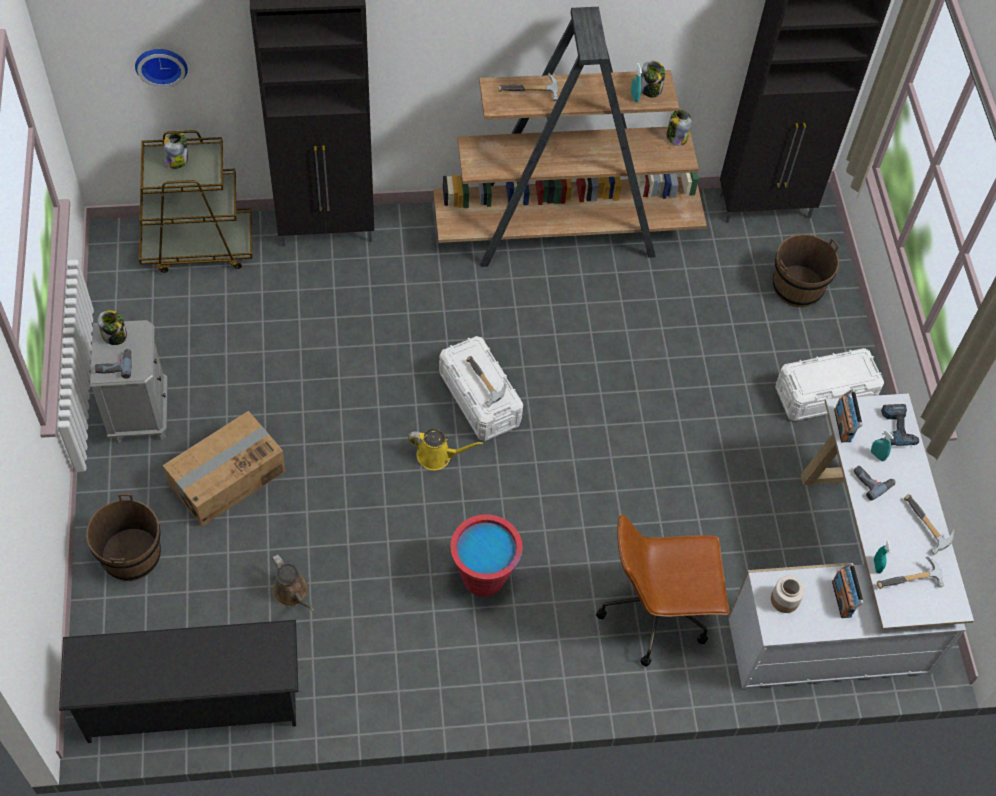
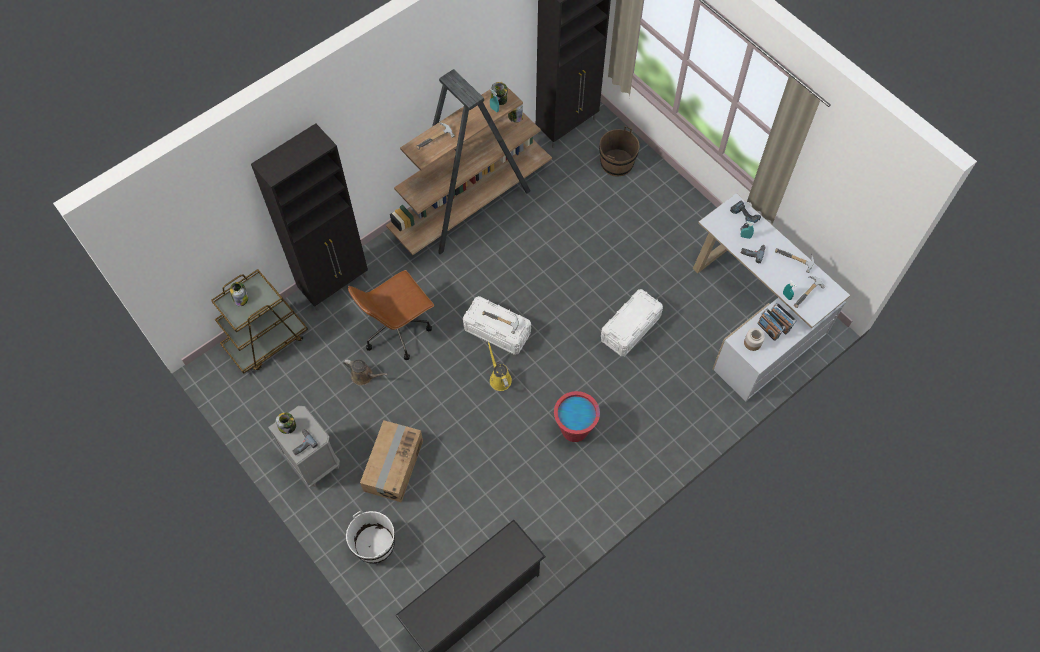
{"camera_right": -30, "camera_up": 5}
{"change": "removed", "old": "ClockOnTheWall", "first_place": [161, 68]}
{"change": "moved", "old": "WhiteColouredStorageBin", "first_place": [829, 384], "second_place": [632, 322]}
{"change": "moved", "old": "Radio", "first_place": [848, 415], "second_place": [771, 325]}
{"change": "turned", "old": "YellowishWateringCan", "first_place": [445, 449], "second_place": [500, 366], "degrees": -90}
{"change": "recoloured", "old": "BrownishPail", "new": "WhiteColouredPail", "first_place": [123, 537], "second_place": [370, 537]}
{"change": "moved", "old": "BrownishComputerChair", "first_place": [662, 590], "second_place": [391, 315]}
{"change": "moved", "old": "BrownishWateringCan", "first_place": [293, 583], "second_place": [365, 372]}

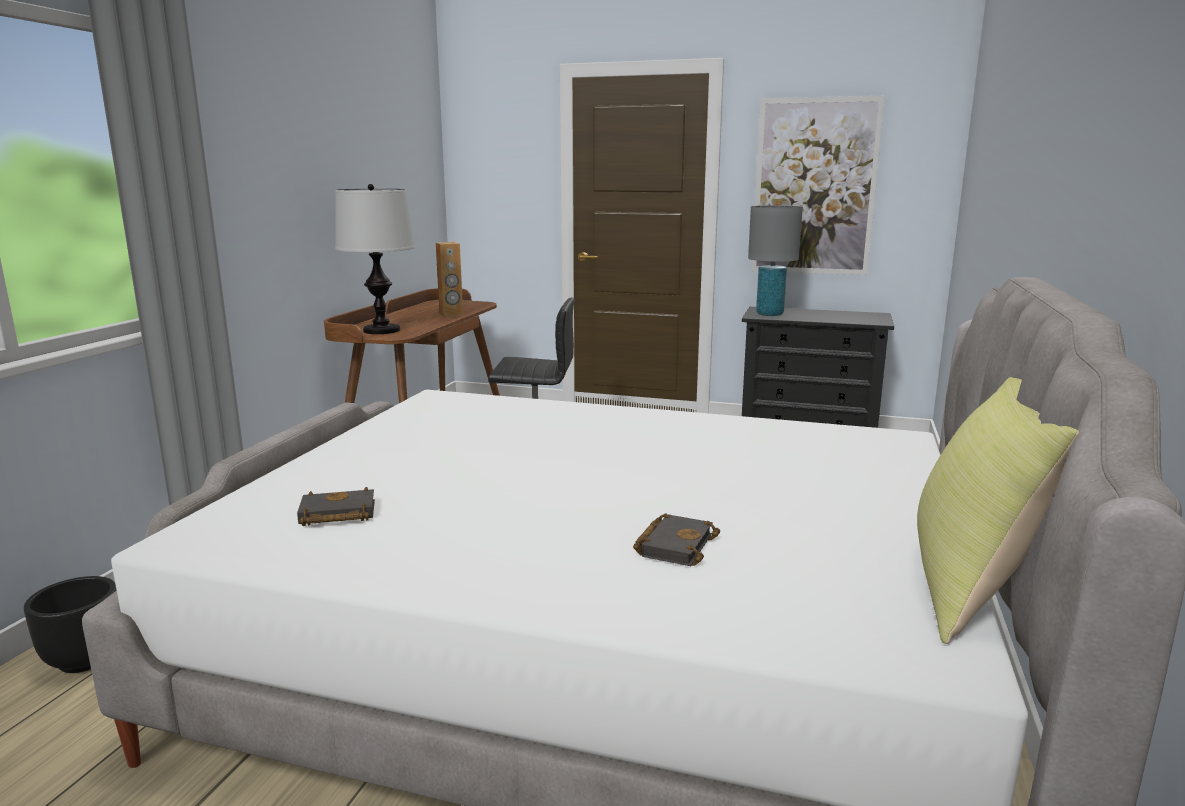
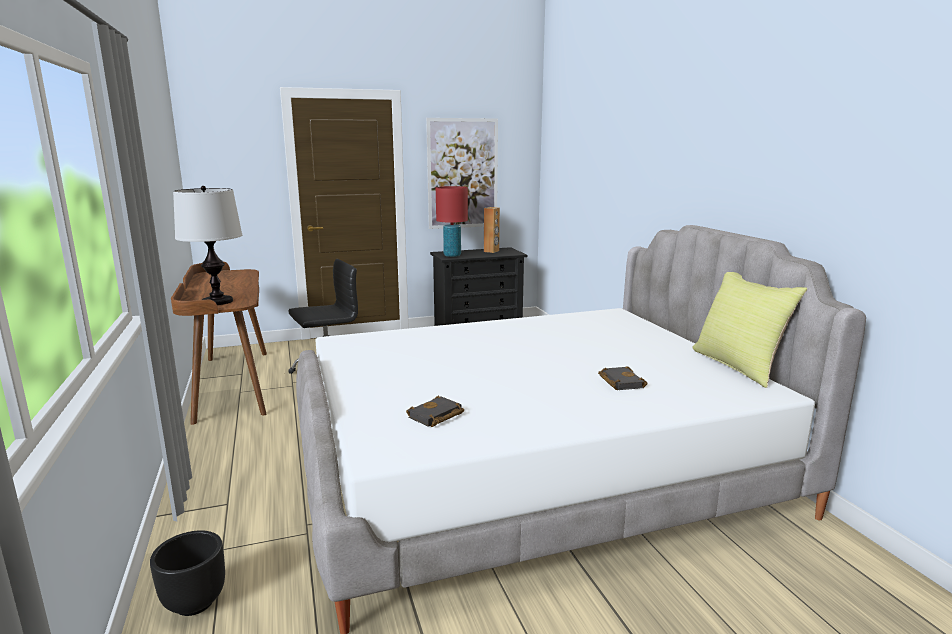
{"camera_right": -35, "camera_up": 0}
{"change": "recoloured", "old": "GreyishLampForATable", "new": "RedColouredLampForATable", "first_place": [775, 260], "second_place": [452, 221]}
{"change": "moved", "old": "BrownishAudioSpeaker", "first_place": [449, 279], "second_place": [492, 230]}

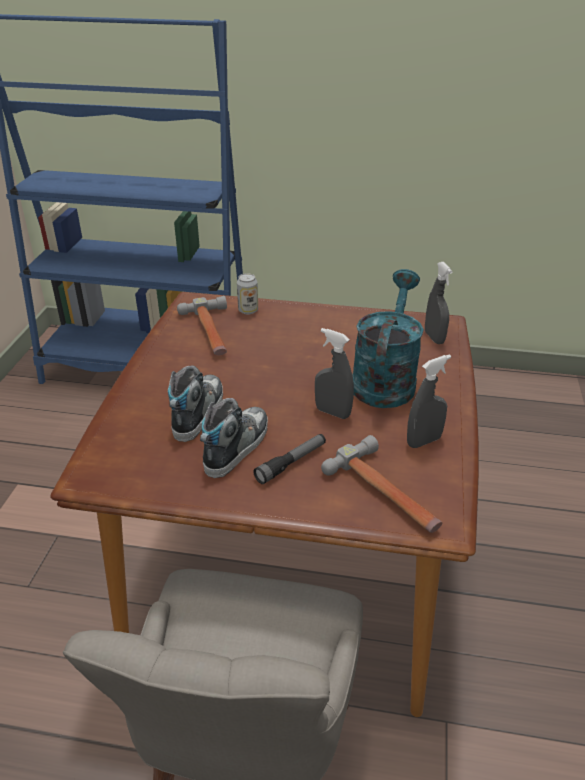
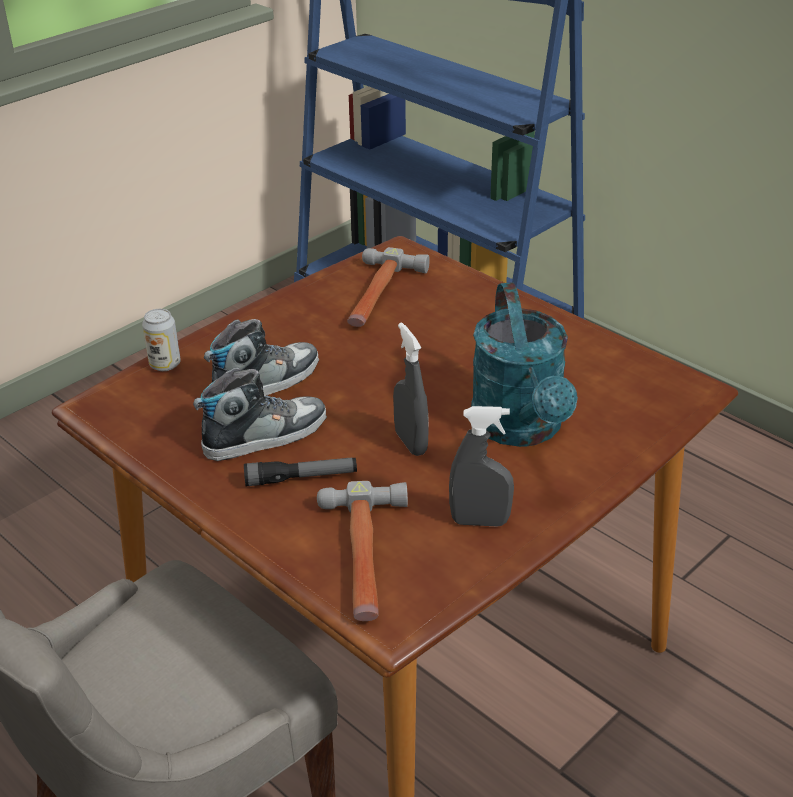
{"camera_right": 35, "camera_up": 0}
{"change": "removed", "old": "GreyishSprayBottle", "first_place": [439, 303]}
{"change": "turned", "old": "TurquoiseWateringCan", "first_place": [388, 338], "second_place": [524, 364], "degrees": 120}
{"change": "moved", "old": "Can", "first_place": [247, 294], "second_place": [161, 340]}

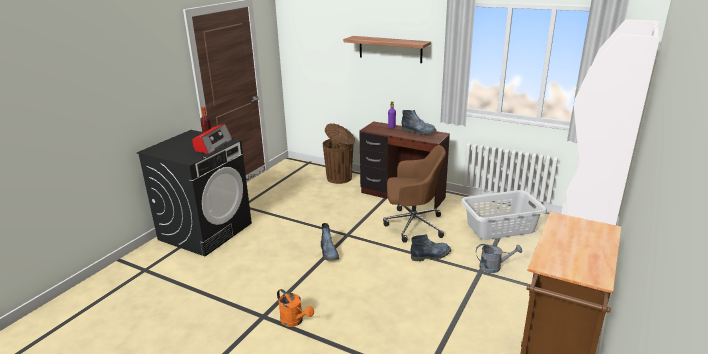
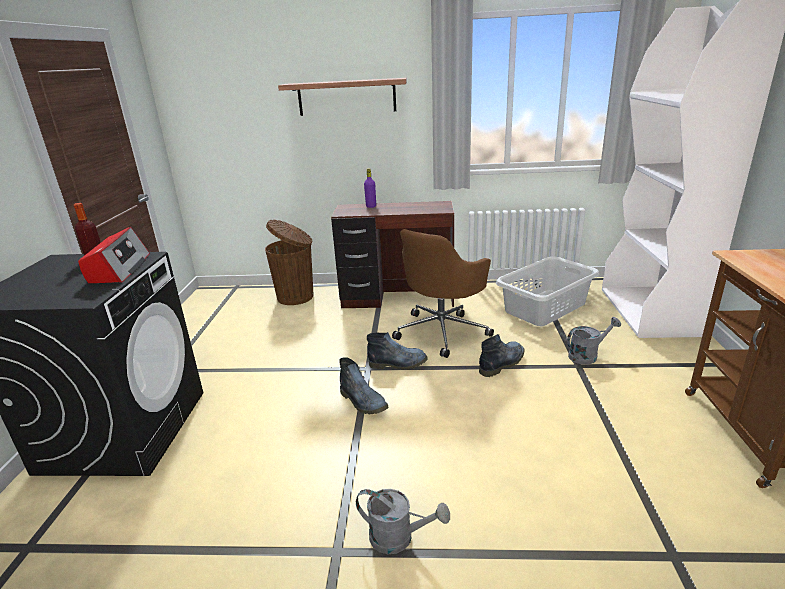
{"camera_right": -25, "camera_up": 0}
{"change": "moved", "old": "HighTopBoot", "first_place": [419, 122], "second_place": [397, 351]}
{"change": "turned", "old": "BrownishComputerChair", "first_place": [414, 194], "second_place": [443, 293], "degrees": 150}
{"change": "recoloured", "old": "OrangeWateringCan", "new": "GreyishWateringCan", "first_place": [295, 308], "second_place": [403, 521]}

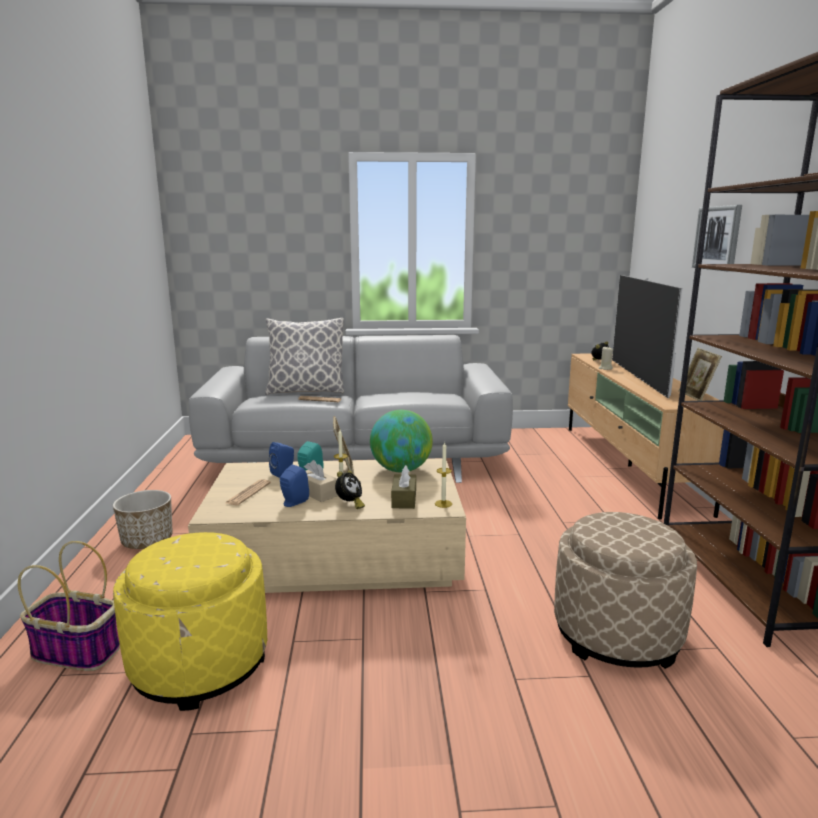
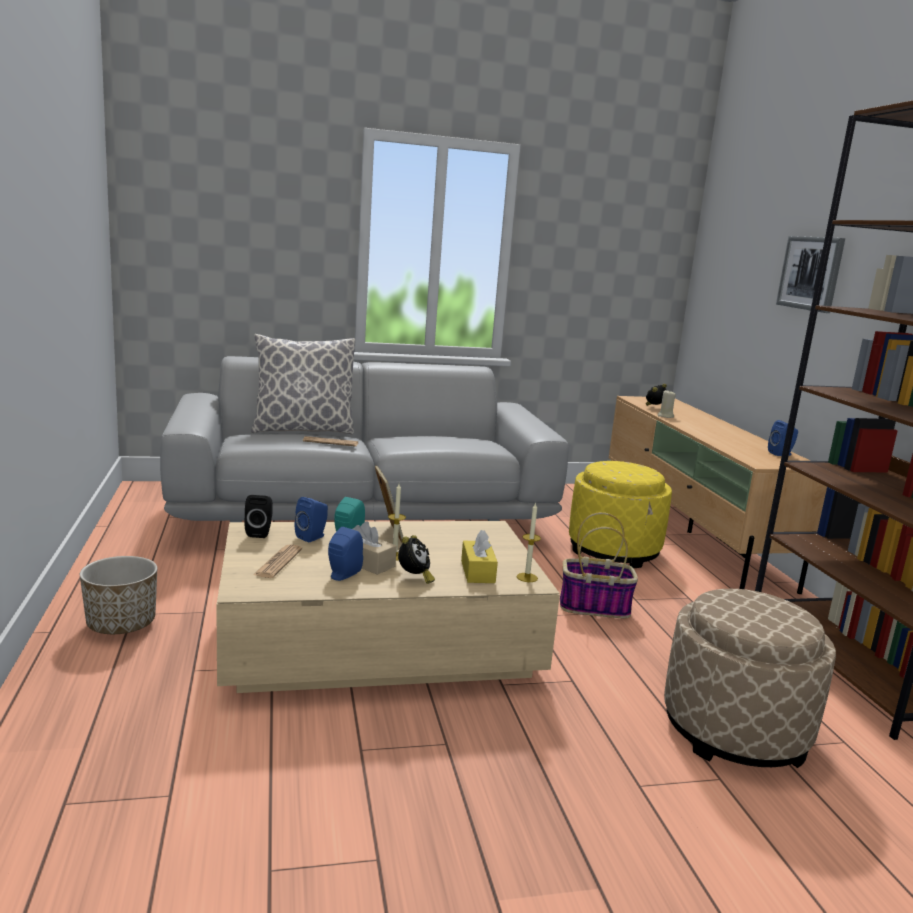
{"camera_right": -10, "camera_up": 0}
{"change": "removed", "old": "Tv", "first_place": [647, 336]}
{"change": "replaced", "old": "StandingFrame", "new": "BlueAudioSpeaker", "first_place": [700, 374], "second_place": [783, 438]}
{"change": "removed", "old": "WorldGlobe", "first_place": [401, 441]}
{"change": "recoloured", "old": "BrownishTissueBox", "new": "YellowishTissueBox", "first_place": [403, 487], "second_place": [479, 556]}
{"change": "moved", "old": "YellowishOttoman", "first_place": [190, 621], "second_place": [620, 514]}
{"change": "moved", "old": "Basket", "first_place": [69, 606], "second_place": [599, 565]}
{"change": "added", "new": "BlackishAudioSpeaker", "second_place": [258, 516]}

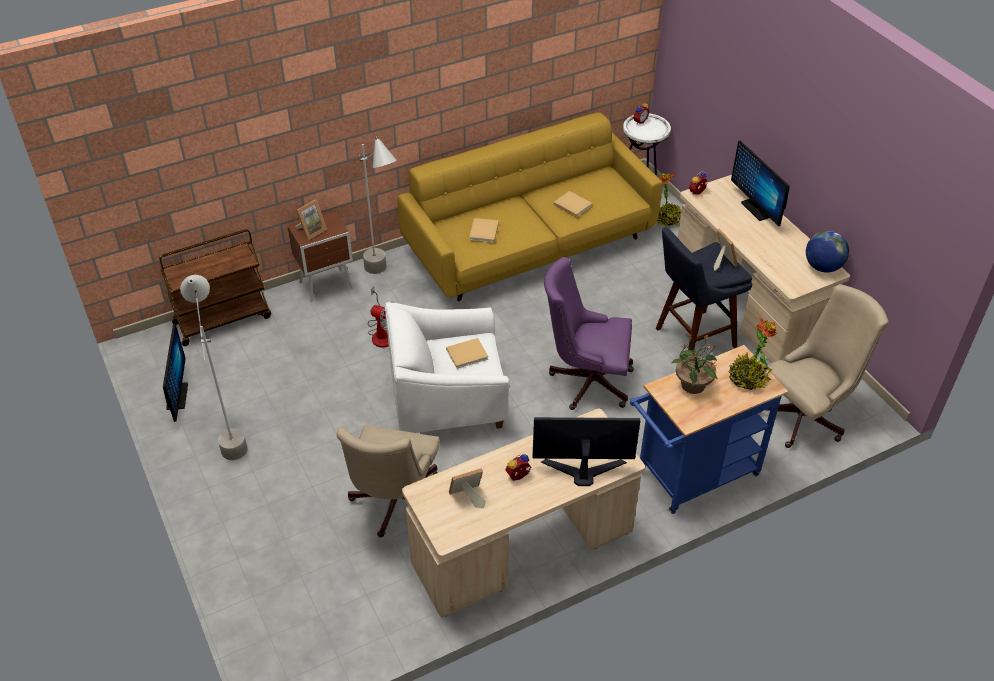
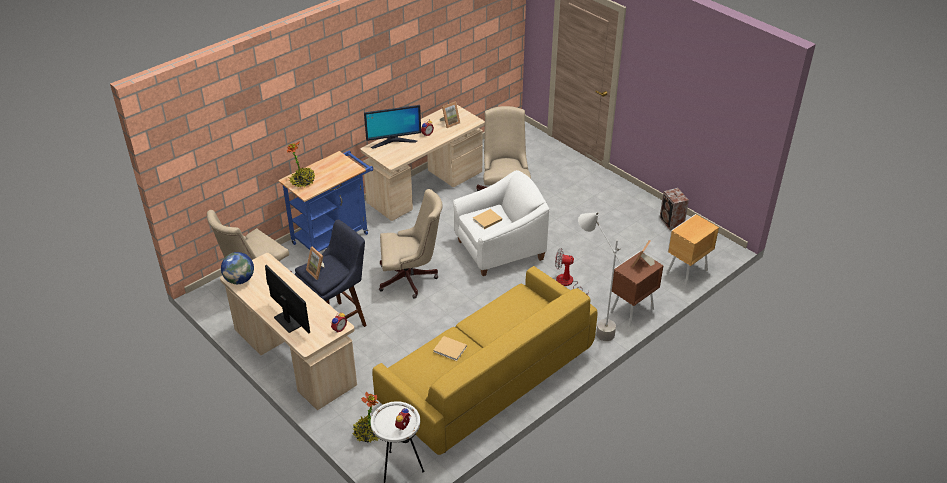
{"camera_right": 165, "camera_up": -5}
{"change": "removed", "old": "BeigeBoundBook", "first_place": [484, 230]}
{"change": "replaced", "old": "BrownishWheeledCart", "new": "BrownishBedsideTable", "first_place": [215, 287], "second_place": [693, 250]}
{"change": "recoloured", "old": "PurpleComputerChair", "new": "BeigeComputerChair", "first_place": [589, 333], "second_place": [411, 244]}
{"change": "removed", "old": "GreyishFloorLamp", "first_place": [214, 367]}
{"change": "replaced", "old": "ComputerDisplay", "new": "AudioSpeaker", "first_place": [175, 372], "second_place": [674, 209]}
{"change": "removed", "old": "Houseplant", "first_place": [694, 363]}

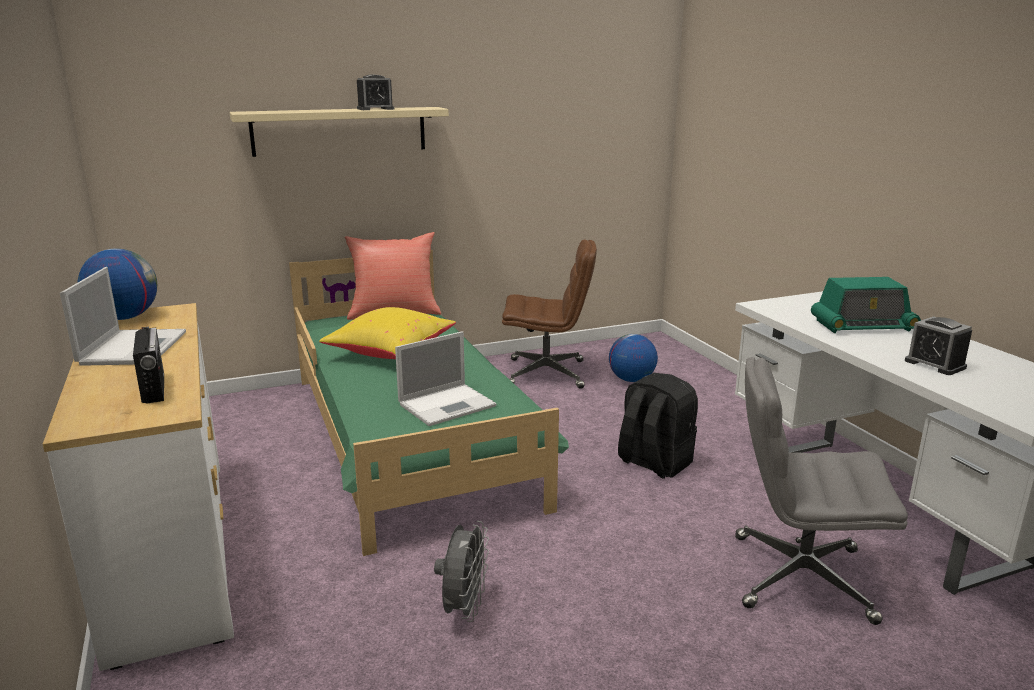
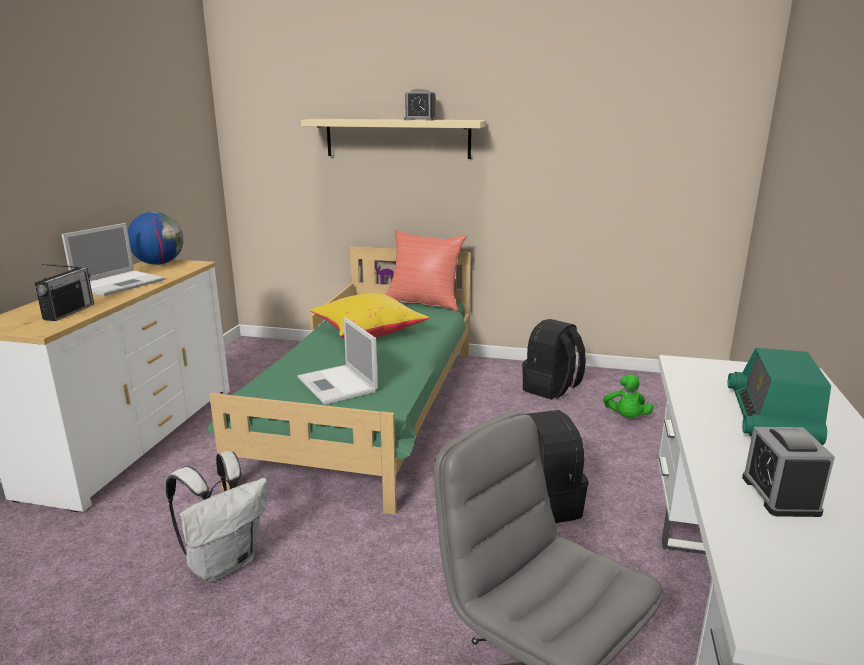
{"camera_right": 35, "camera_up": 0}
{"change": "replaced", "old": "BrownishComputerChair", "new": "BlackishBackpack", "first_place": [549, 314], "second_place": [554, 359]}
{"change": "turned", "old": "Radio", "first_place": [866, 305], "second_place": [779, 396], "degrees": 75}
{"change": "turned", "old": "Laptop", "first_place": [446, 378], "second_place": [338, 361], "degrees": 60}
{"change": "replaced", "old": "WorldGlobe", "new": "GreenColouredCuddlyToy", "first_place": [633, 358], "second_place": [628, 395]}
{"change": "replaced", "old": "GreyishCoolingFan", "new": "WhiteColouredBackpack", "first_place": [461, 571], "second_place": [217, 516]}

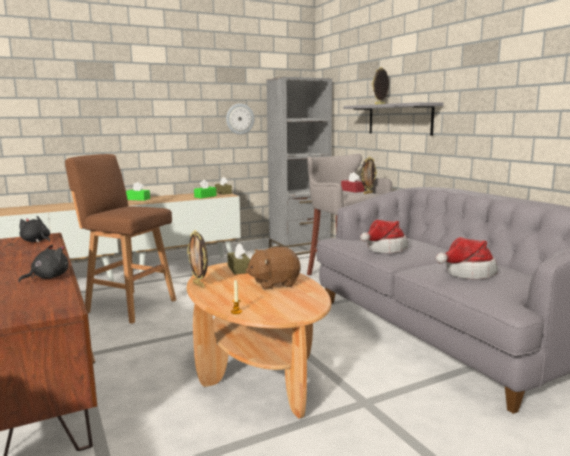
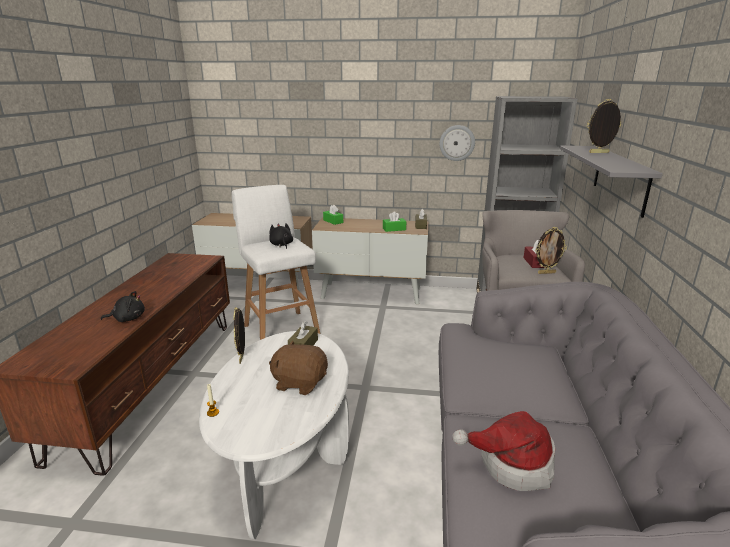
{"camera_right": 35, "camera_up": 10}
{"change": "recoloured", "old": "BrownishStoolSeat", "new": "WhiteColouredStoolSeat", "first_place": [120, 239], "second_place": [276, 262]}
{"change": "moved", "old": "BlackishCuddlyToy", "first_place": [34, 229], "second_place": [281, 236]}
{"change": "removed", "old": "WearableHat", "first_place": [384, 236]}
{"change": "recoloured", "old": "BrownishLoungeTable", "new": "WhiteColouredLoungeTable", "first_place": [259, 341], "second_place": [274, 435]}

